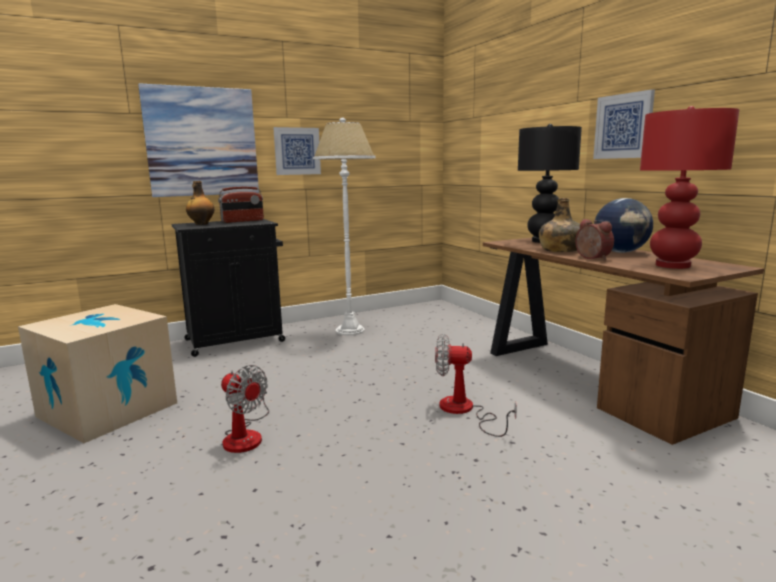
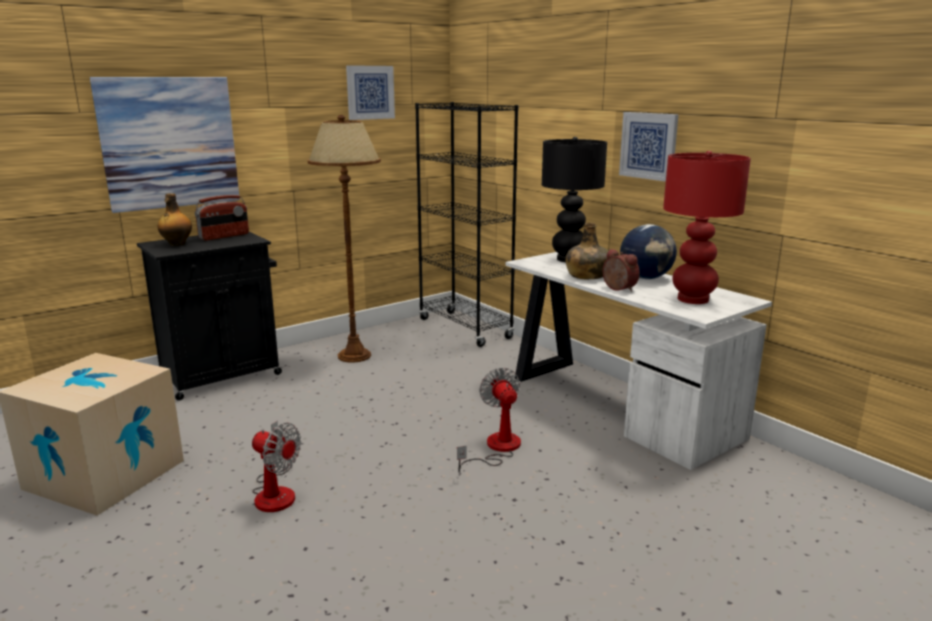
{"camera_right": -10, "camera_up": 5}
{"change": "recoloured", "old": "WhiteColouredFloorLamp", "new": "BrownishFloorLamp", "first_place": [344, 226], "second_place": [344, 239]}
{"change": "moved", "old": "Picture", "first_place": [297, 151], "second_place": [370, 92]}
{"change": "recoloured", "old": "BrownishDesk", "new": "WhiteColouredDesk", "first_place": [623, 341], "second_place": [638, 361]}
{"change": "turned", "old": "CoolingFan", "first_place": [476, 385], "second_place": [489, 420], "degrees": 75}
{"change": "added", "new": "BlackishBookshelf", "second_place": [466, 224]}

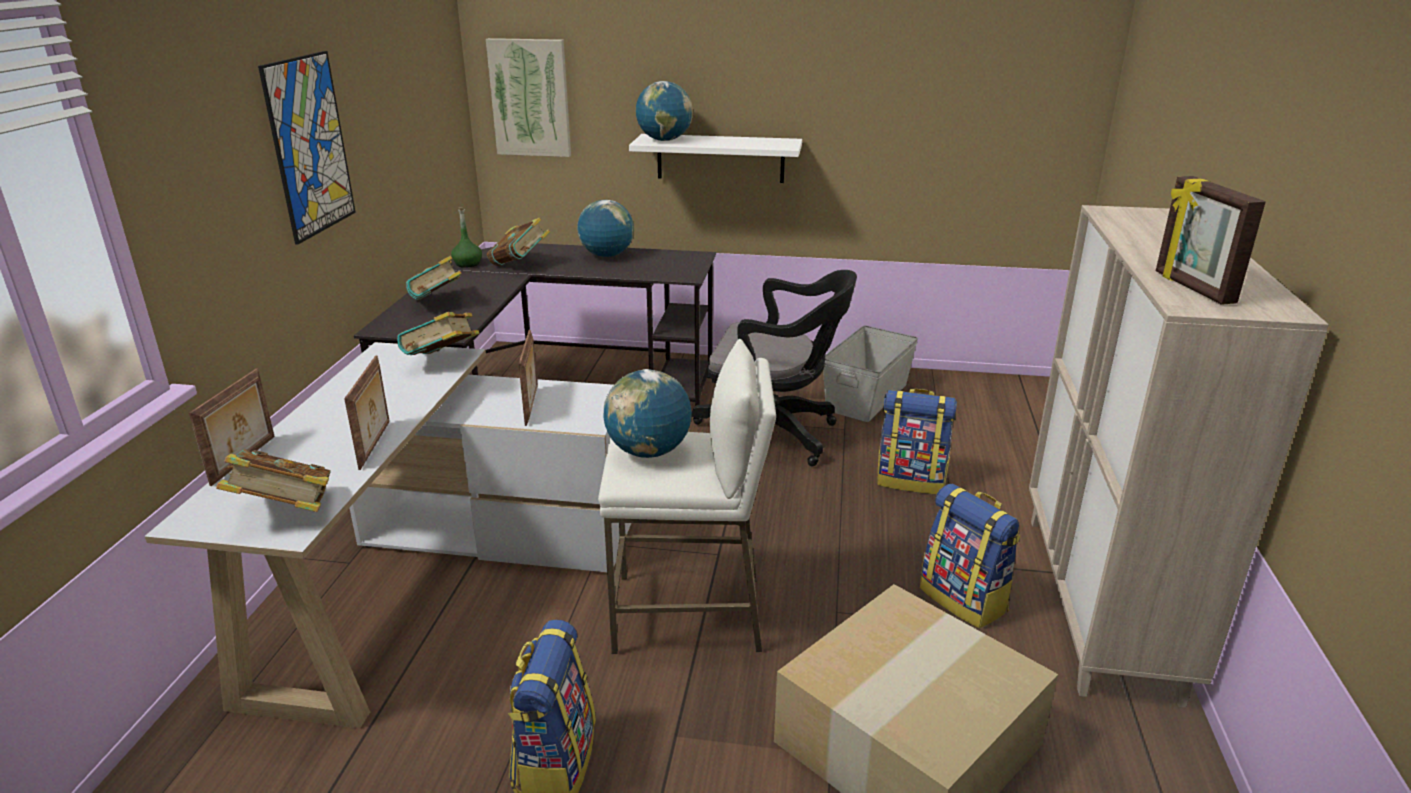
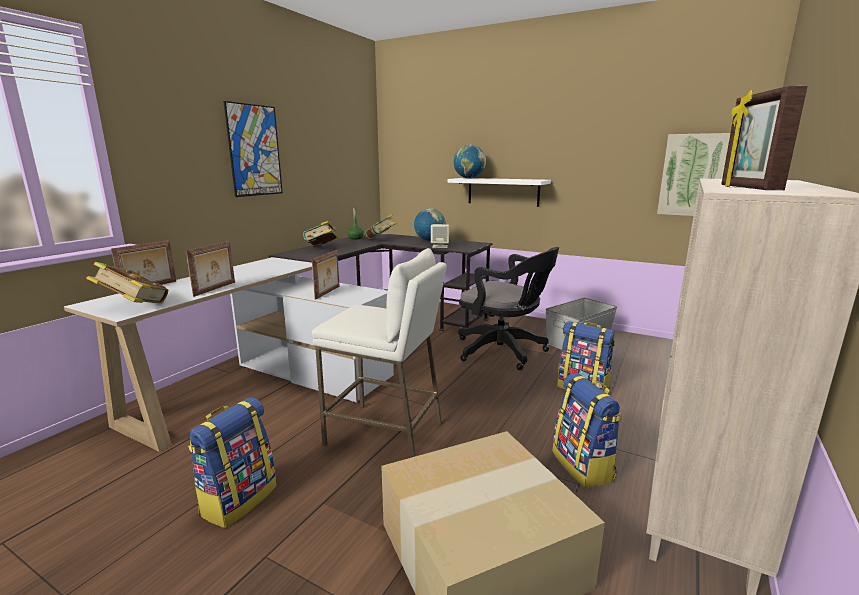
{"camera_right": 20, "camera_up": -10}
{"change": "moved", "old": "Picture", "first_place": [528, 97], "second_place": [693, 174]}
{"change": "removed", "old": "BoundBook", "first_place": [438, 333]}
{"change": "removed", "old": "WorldGlobe", "first_place": [648, 413]}
{"change": "added", "new": "BeigeAudioSpeaker", "second_place": [440, 236]}

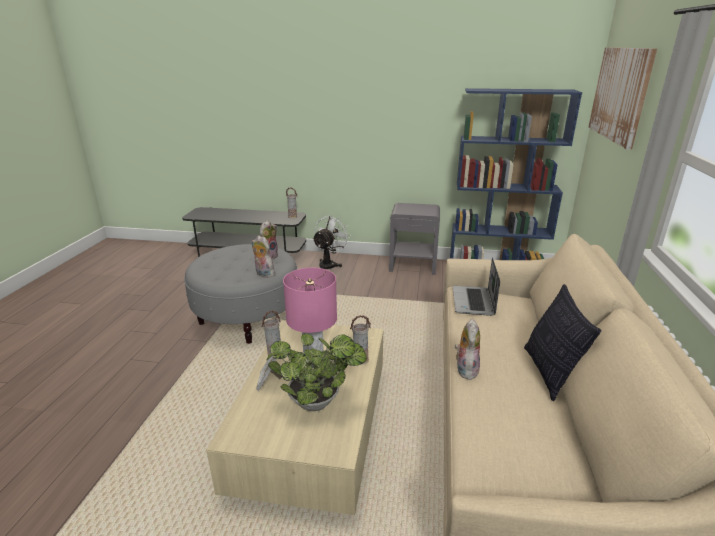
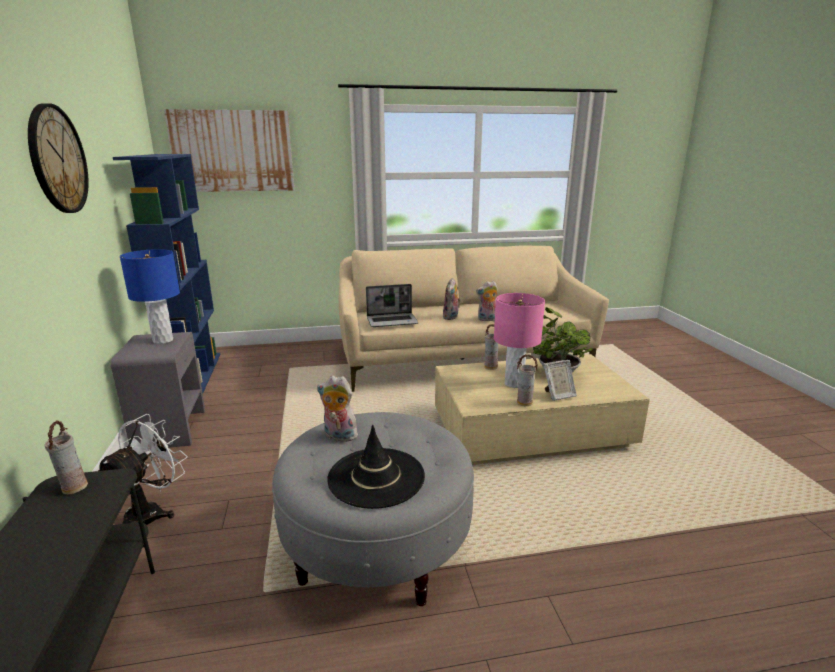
{"camera_right": -110, "camera_up": -5}
{"change": "turned", "old": "WhiteColouredCoolingFan", "first_place": [332, 242], "second_place": [143, 469], "degrees": 105}
{"change": "moved", "old": "CuddlyToy", "first_place": [263, 257], "second_place": [452, 299]}
{"change": "removed", "old": "Pillow", "first_place": [562, 342]}
{"change": "added", "new": "ClockOnTheWall", "second_place": [58, 158]}
{"change": "added", "new": "BlueLampForATable", "second_place": [150, 296]}
{"change": "added", "new": "BlackishWearableHat", "second_place": [376, 467]}

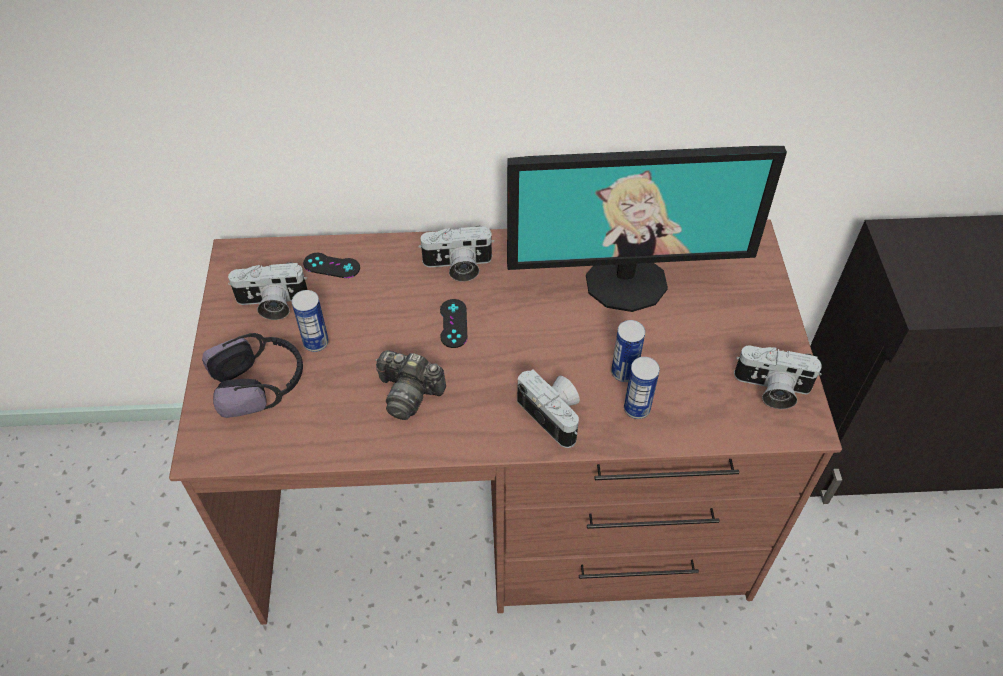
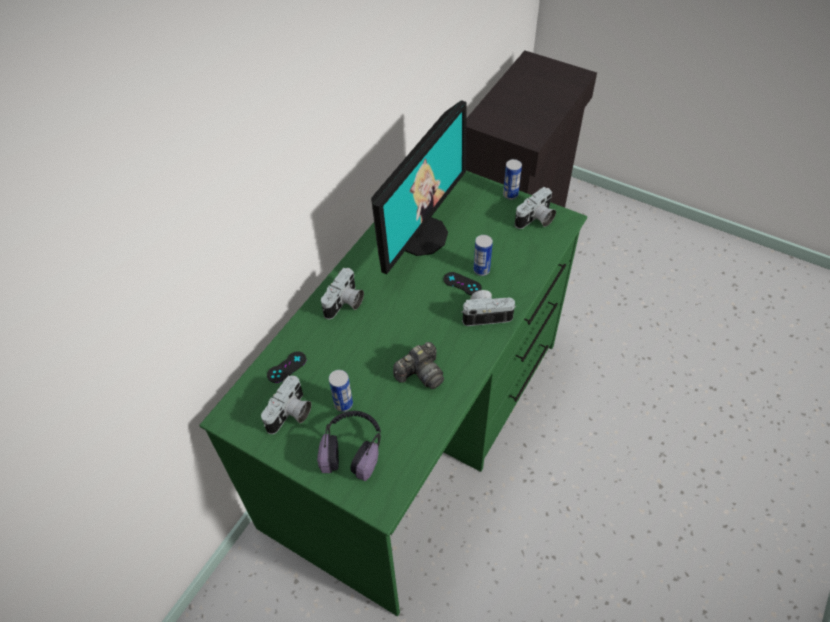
{"camera_right": -55, "camera_up": 0}
{"change": "recoloured", "old": "BrownishDesk", "new": "GreenColouredDesk", "first_place": [505, 422], "second_place": [393, 393]}
{"change": "moved", "old": "BlackishGameController", "first_place": [454, 323], "second_place": [462, 283]}
{"change": "moved", "old": "Can", "first_place": [642, 388], "second_place": [512, 179]}

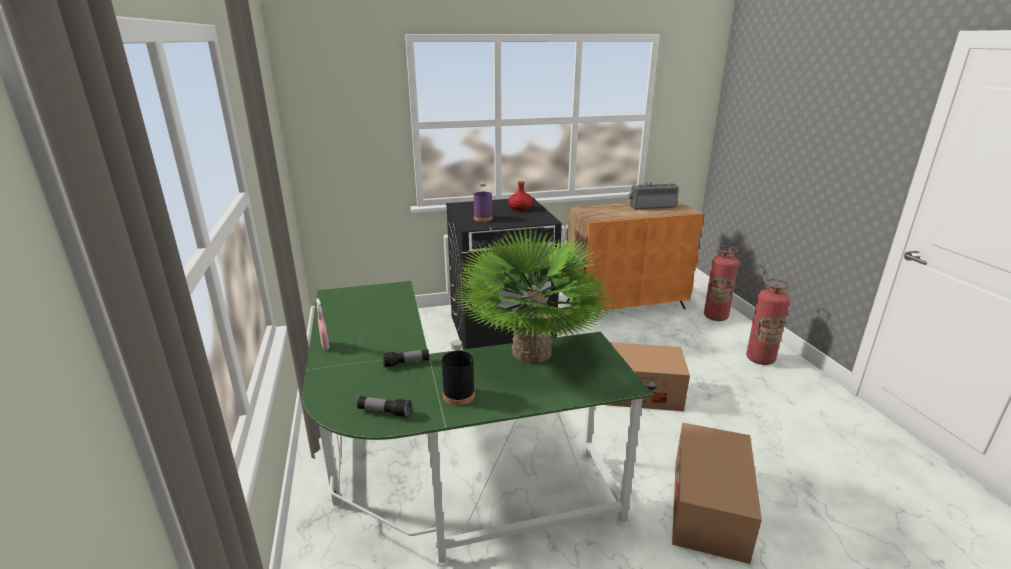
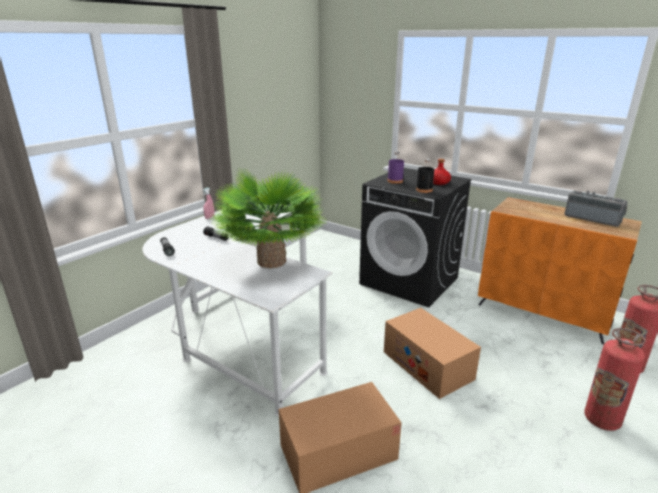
{"camera_right": 50, "camera_up": 0}
{"change": "recoloured", "old": "GreenColouredDesk", "new": "WhiteColouredDesk", "first_place": [477, 423], "second_place": [237, 310]}
{"change": "moved", "old": "BlackishDrinkBottle", "first_place": [458, 372], "second_place": [425, 176]}

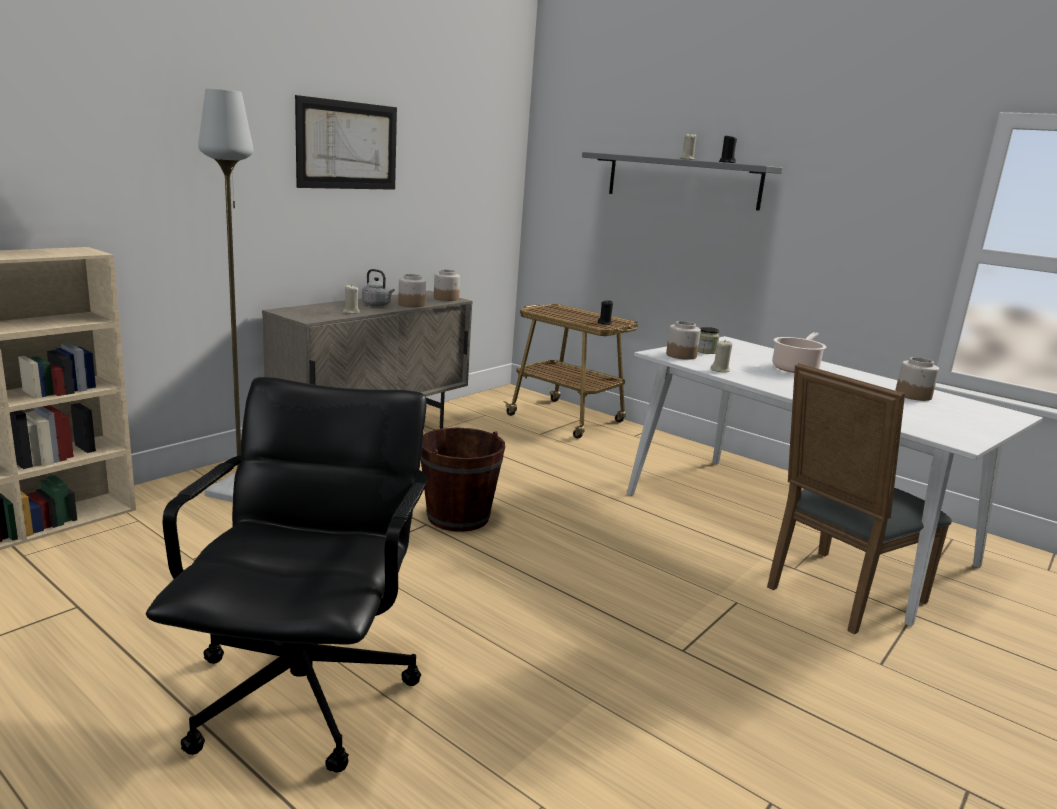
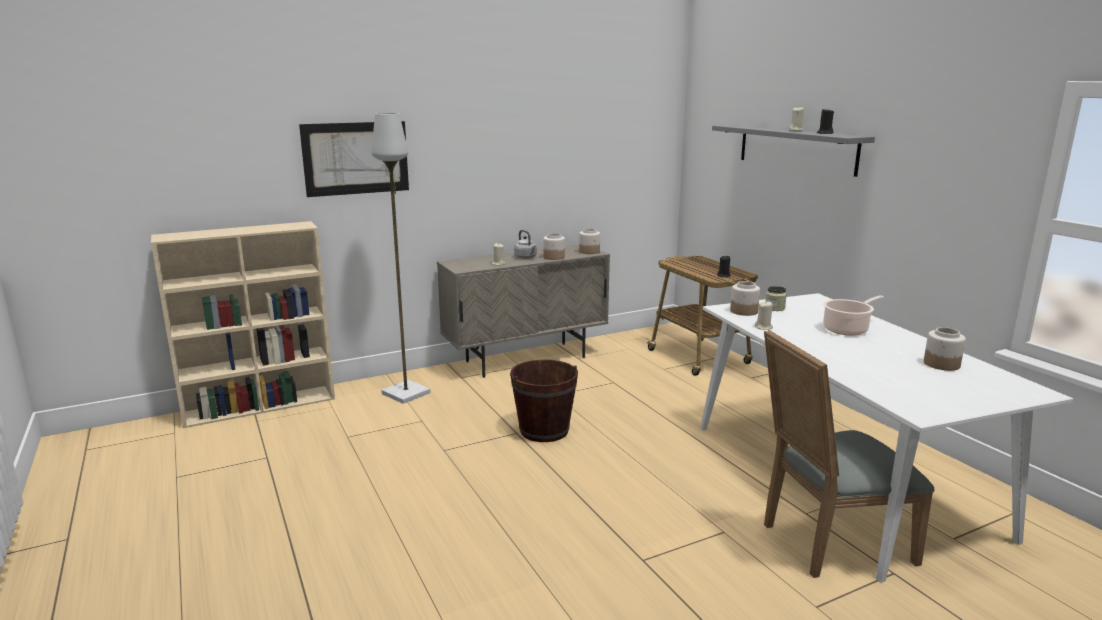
{"camera_right": 25, "camera_up": 0}
{"change": "moved", "old": "Picture", "first_place": [346, 142], "second_place": [354, 159]}
{"change": "removed", "old": "BlackishComputerChair", "first_place": [286, 575]}

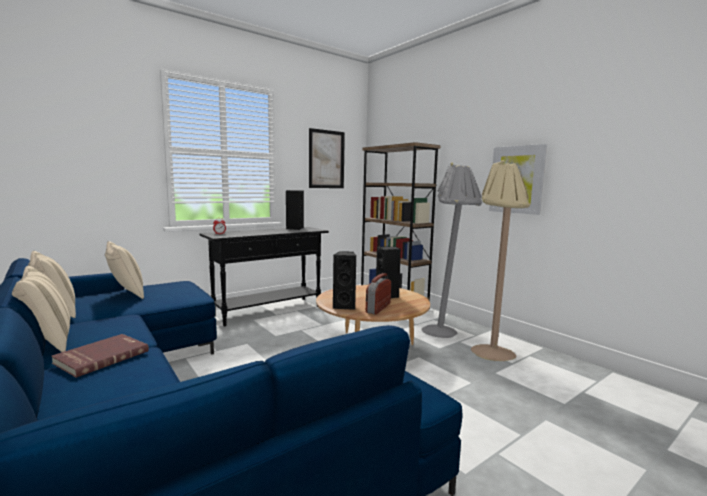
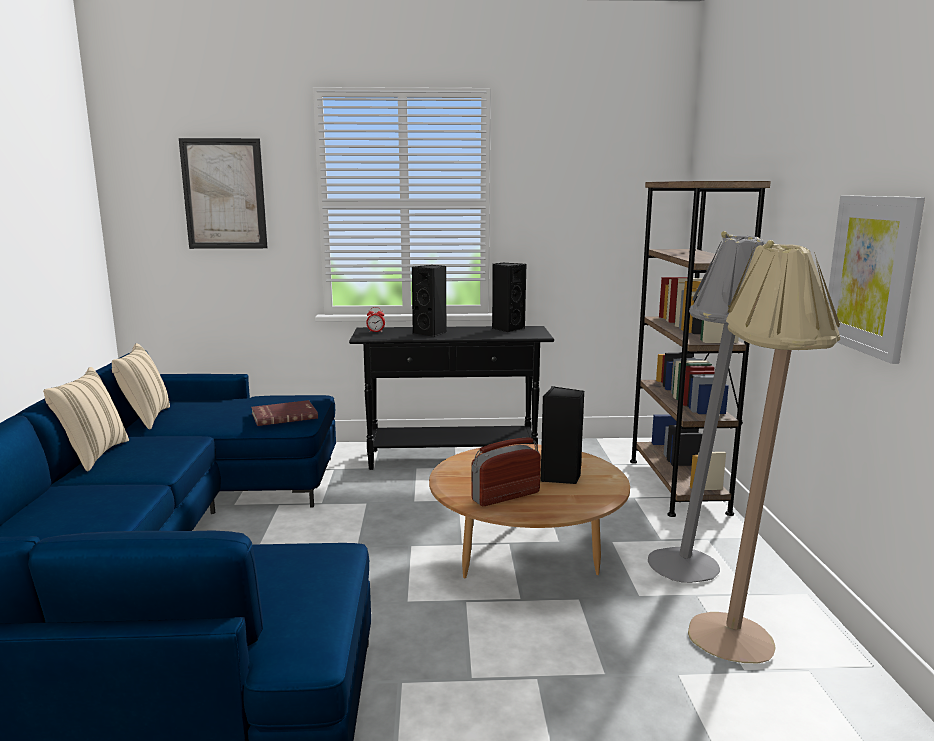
{"camera_right": 35, "camera_up": 5}
{"change": "moved", "old": "Picture", "first_place": [327, 158], "second_place": [223, 193]}
{"change": "removed", "old": "BeigePillow", "first_place": [124, 270]}
{"change": "moved", "old": "BlackishAudioSpeaker", "first_place": [344, 280], "second_place": [429, 301]}
{"change": "moved", "old": "RedColouredBoundBook", "first_place": [100, 356], "second_place": [284, 413]}

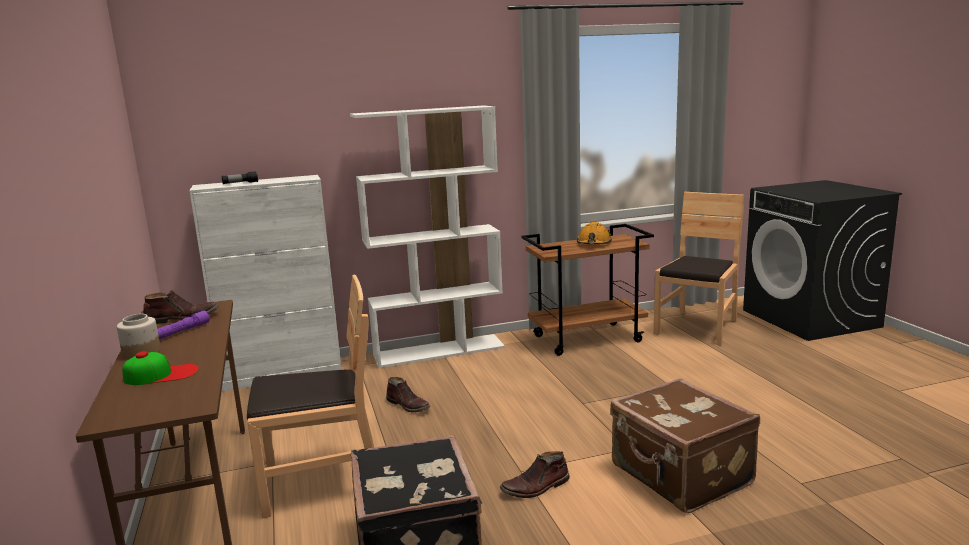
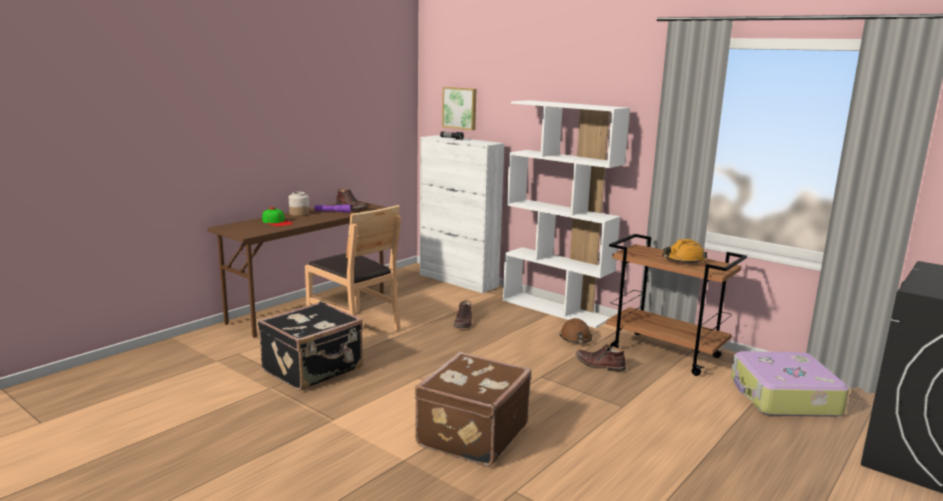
{"camera_right": 55, "camera_up": 0}
{"change": "replaced", "old": "BrownishPlainChair", "new": "TravelCase", "first_place": [699, 269], "second_place": [790, 384]}
{"change": "moved", "old": "BrownishHighTopBoot", "first_place": [535, 474], "second_place": [600, 358]}
{"change": "added", "new": "Picture", "second_place": [459, 108]}
{"change": "added", "new": "BrownishHardHat", "second_place": [575, 330]}

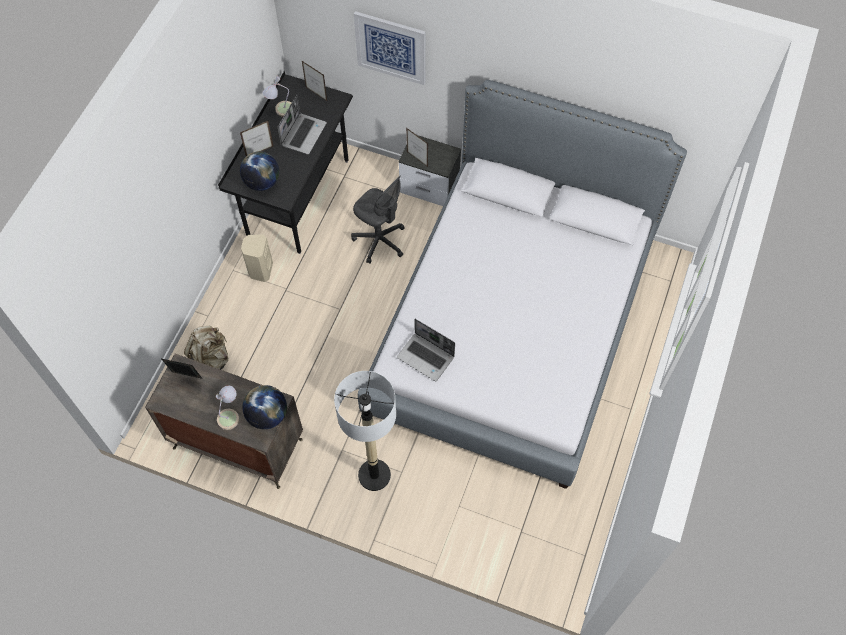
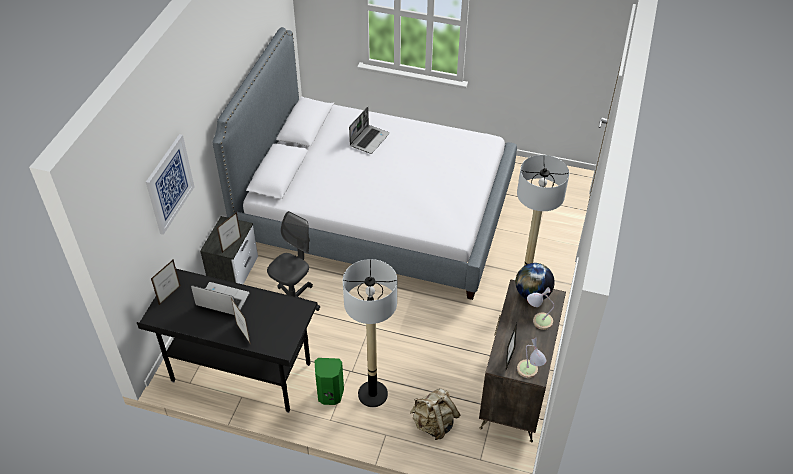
{"camera_right": -95, "camera_up": -15}
{"change": "moved", "old": "LampForATable", "first_place": [277, 96], "second_place": [532, 358]}
{"change": "removed", "old": "WorldGlobe", "first_place": [259, 171]}
{"change": "recoloured", "old": "BeigeAudioSpeaker", "new": "GreenColouredAudioSpeaker", "first_place": [257, 258], "second_place": [329, 381]}
{"change": "moved", "old": "Laptop", "first_place": [426, 350], "second_place": [369, 130]}
{"change": "added", "new": "FloorLamp", "second_place": [370, 333]}

